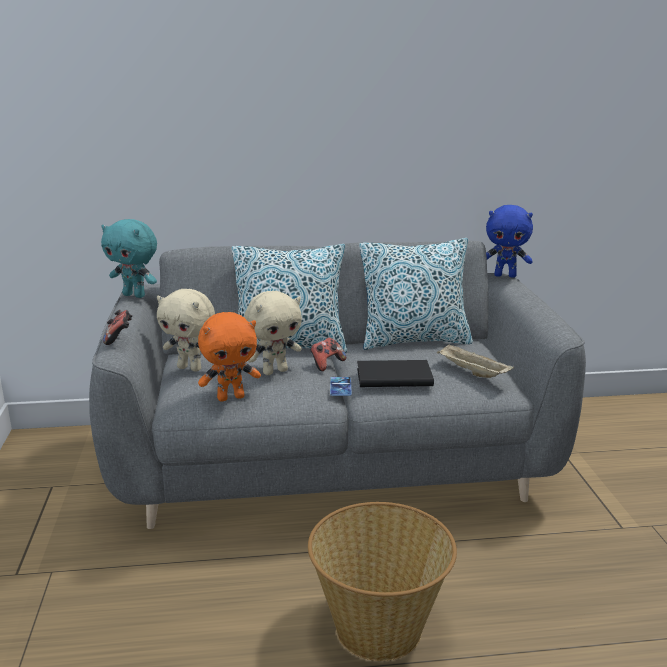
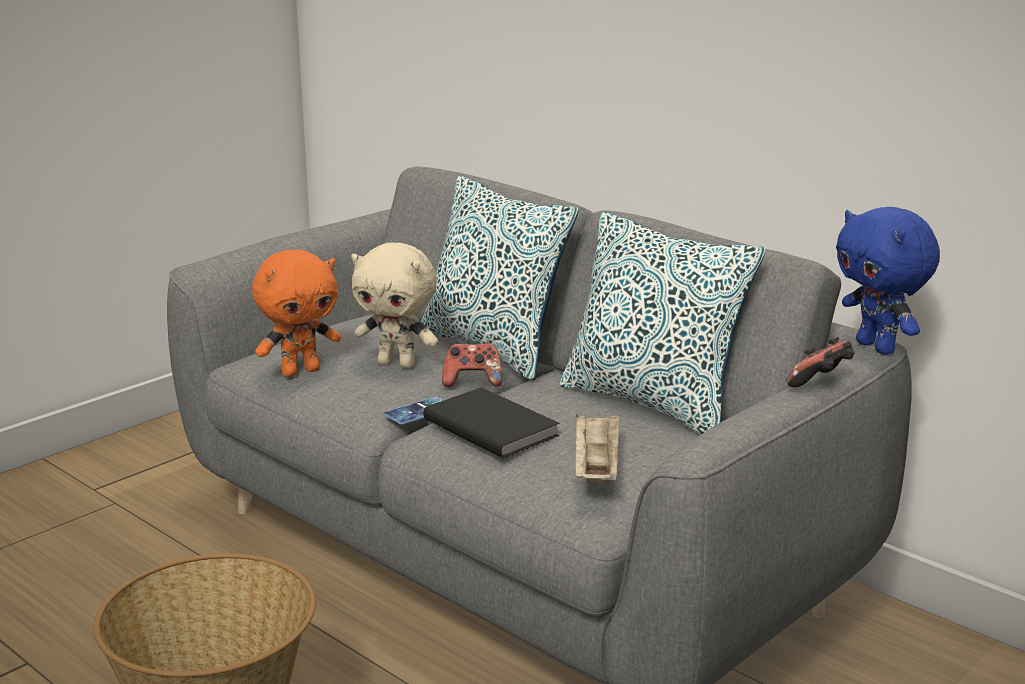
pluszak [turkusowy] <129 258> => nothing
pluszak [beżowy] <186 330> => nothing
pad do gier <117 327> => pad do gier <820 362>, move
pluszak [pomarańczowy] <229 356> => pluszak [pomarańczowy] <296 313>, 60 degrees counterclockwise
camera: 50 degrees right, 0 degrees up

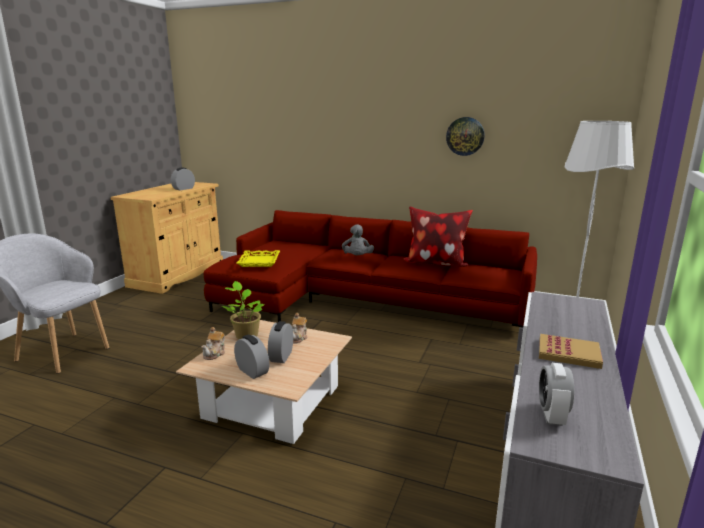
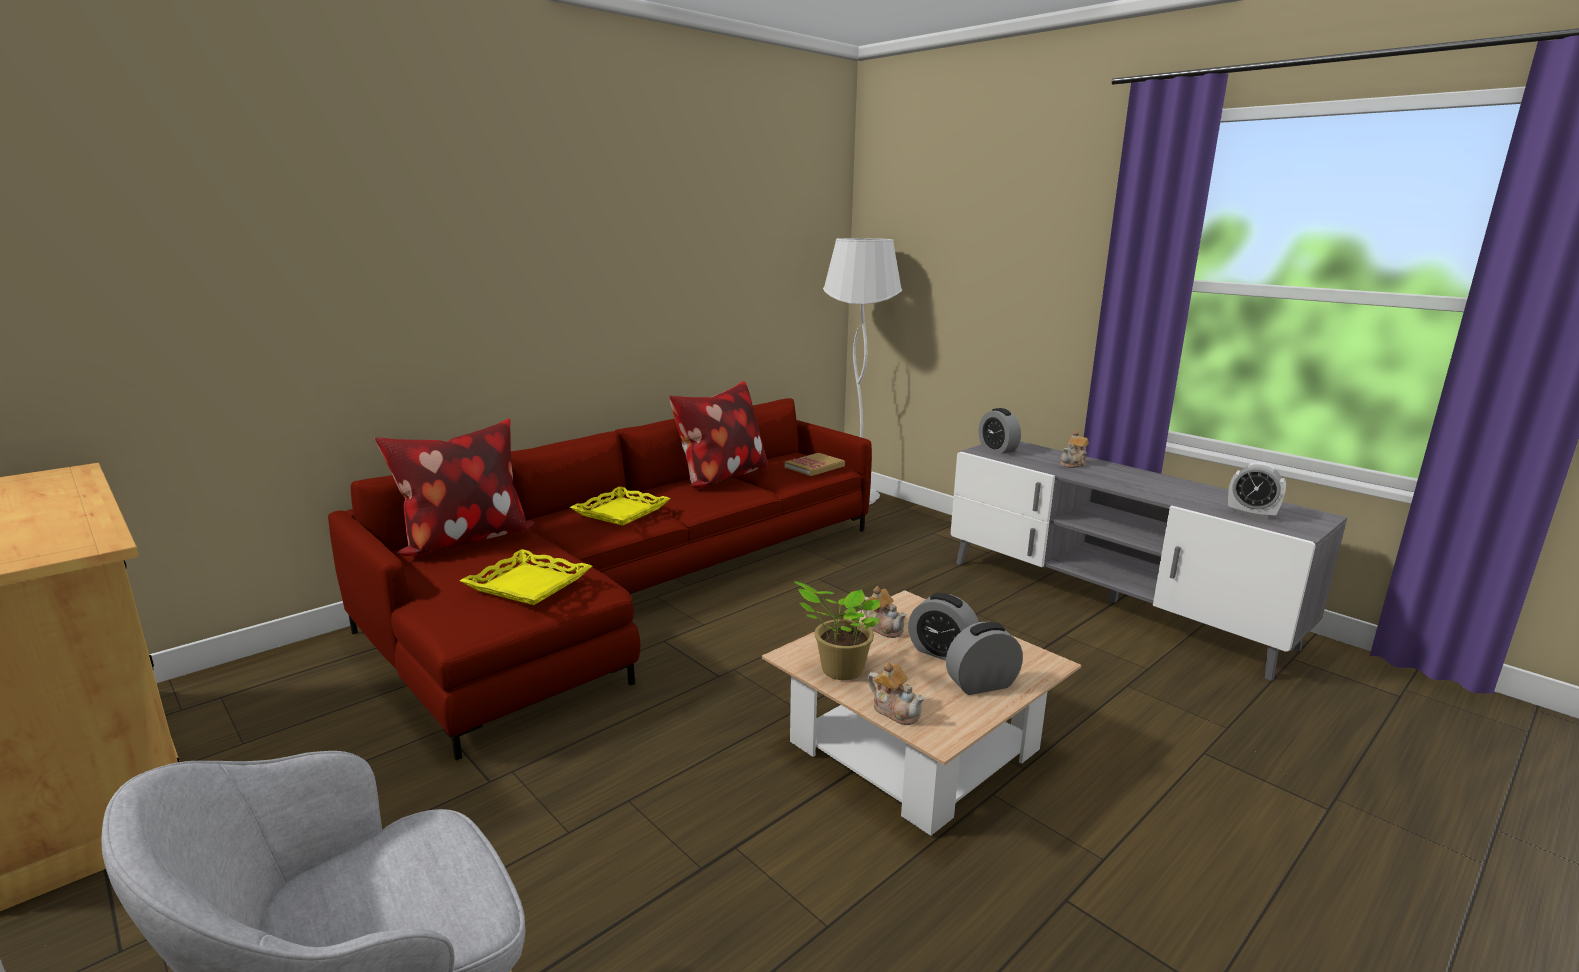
zegar ścienny <465 136> => nothing
nothing => poduszka <454 487>
nothing => imbryk <1074 449>
budzik <183 179> => budzik <1000 431>, move
książka <571 351> => książka <815 464>, move
pluszak [szary] <358 239> => taca [żółty] <620 506>
camera: 65 degrees left, 0 degrees up

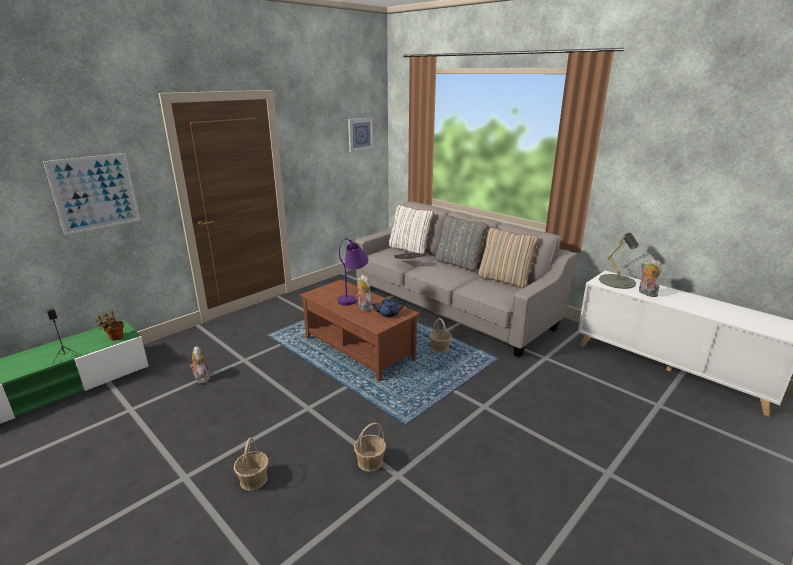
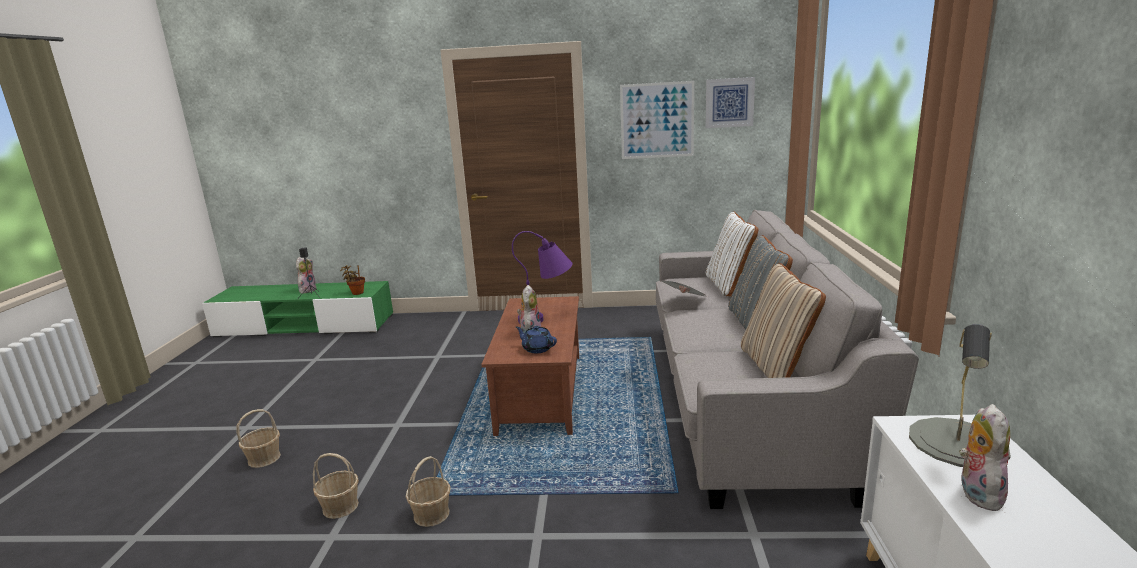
obraz <91 194> => obraz <657 120>, move
pluszak <200 365> => pluszak <306 275>, move
koszyk <440 335> => koszyk <428 491>, move
camera: 50 degrees right, 5 degrees down

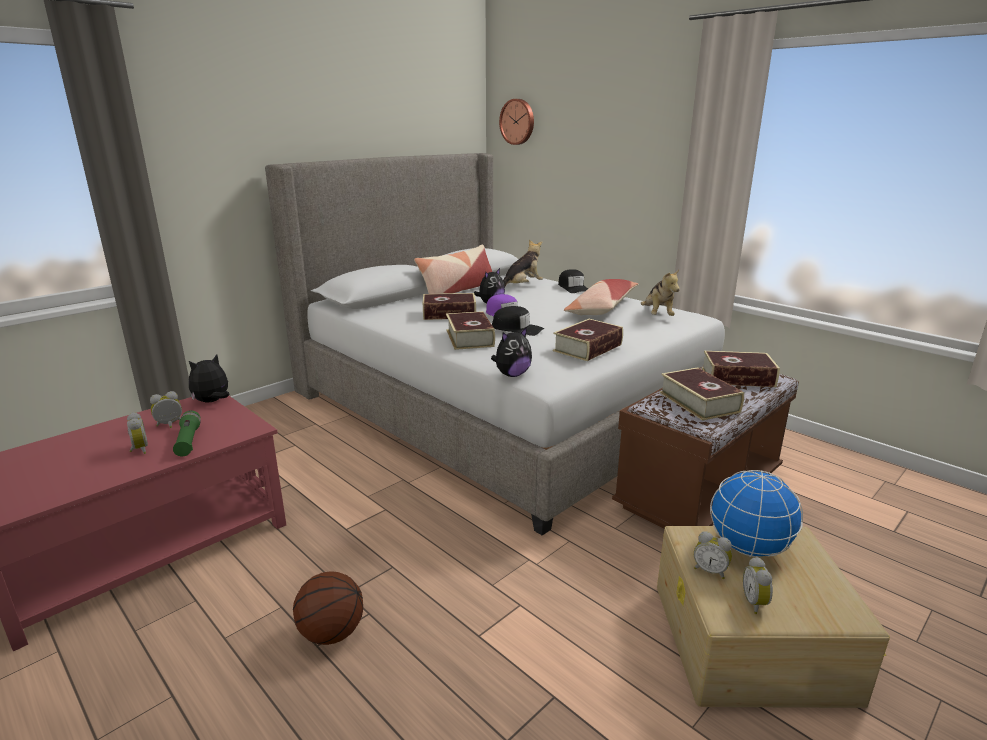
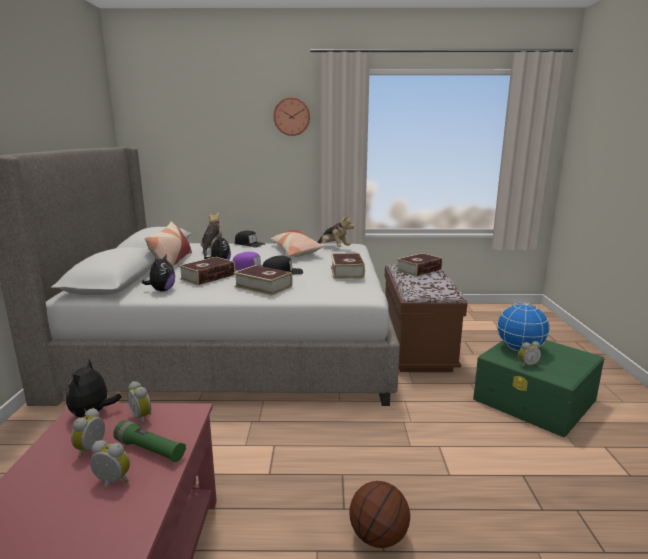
książka <701 394> => nothing
pluszak <511 352> => pluszak <158 272>, move
zegar ścienny <516 122> => zegar ścienny <292 116>, move
budzik <758 585> => budzik <139 402>, move
pojemnik do przechowywania [beżowy] <773 617> => pojemnik do przechowywania [zielony] <538 388>
camera: 45 degrees left, 5 degrees down

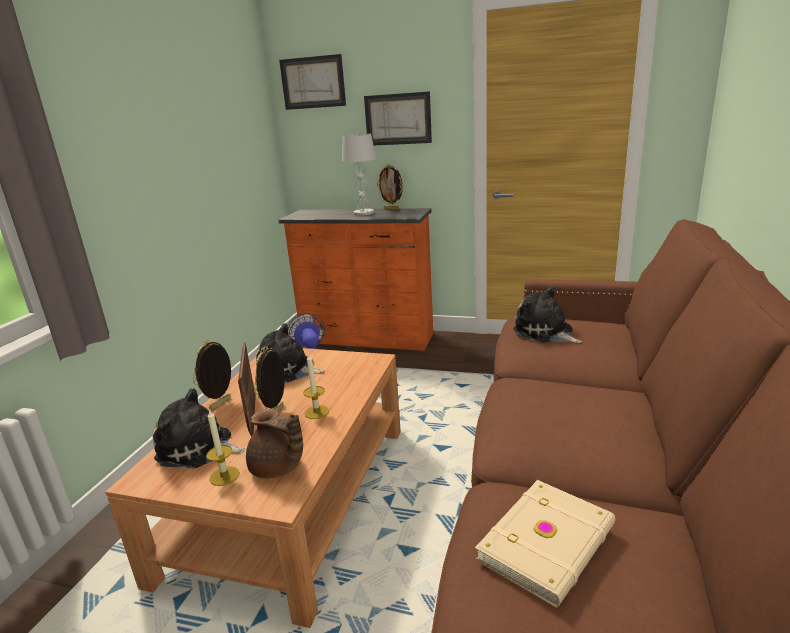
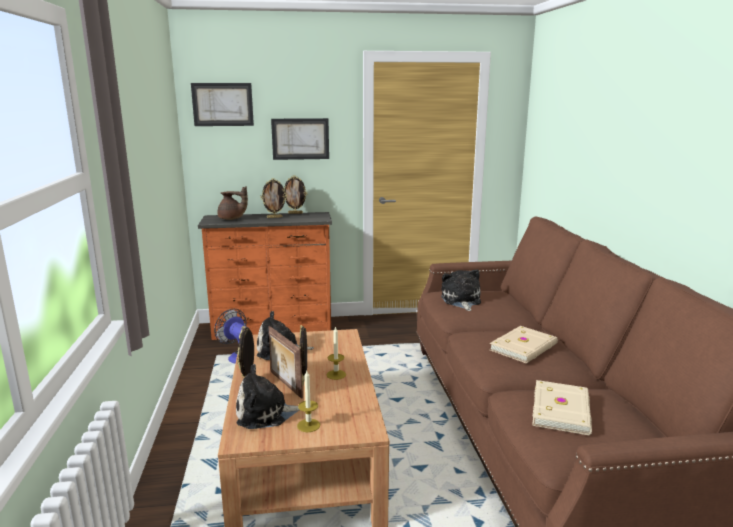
nothing => książka [beżowy] <524 344>
imbryk [brązowy] <274 443> => imbryk [brązowy] <233 203>, move
lampa stołowa [biały] <359 175> => ramka na zdjęcie <274 198>
pluszak <547 314> => pluszak <461 290>, 60 degrees clockwise
camera: 25 degrees left, 5 degrees down

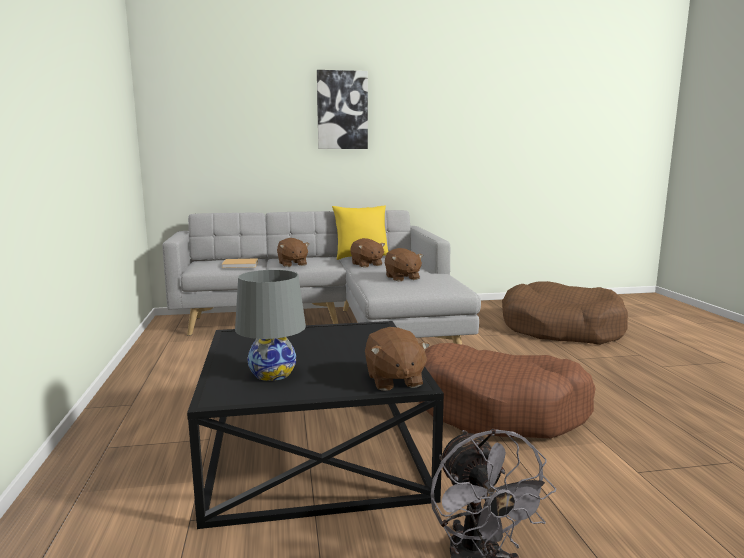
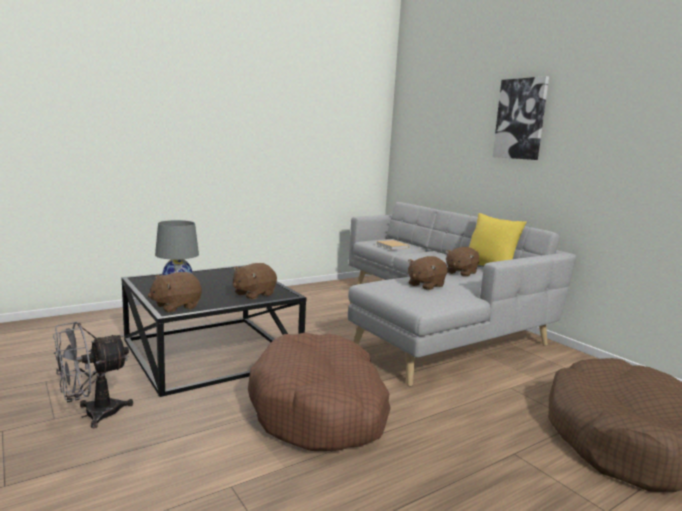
pluszak [brązowy] <293 252> => pluszak [brązowy] <255 281>, move
camera: 65 degrees right, 0 degrees up

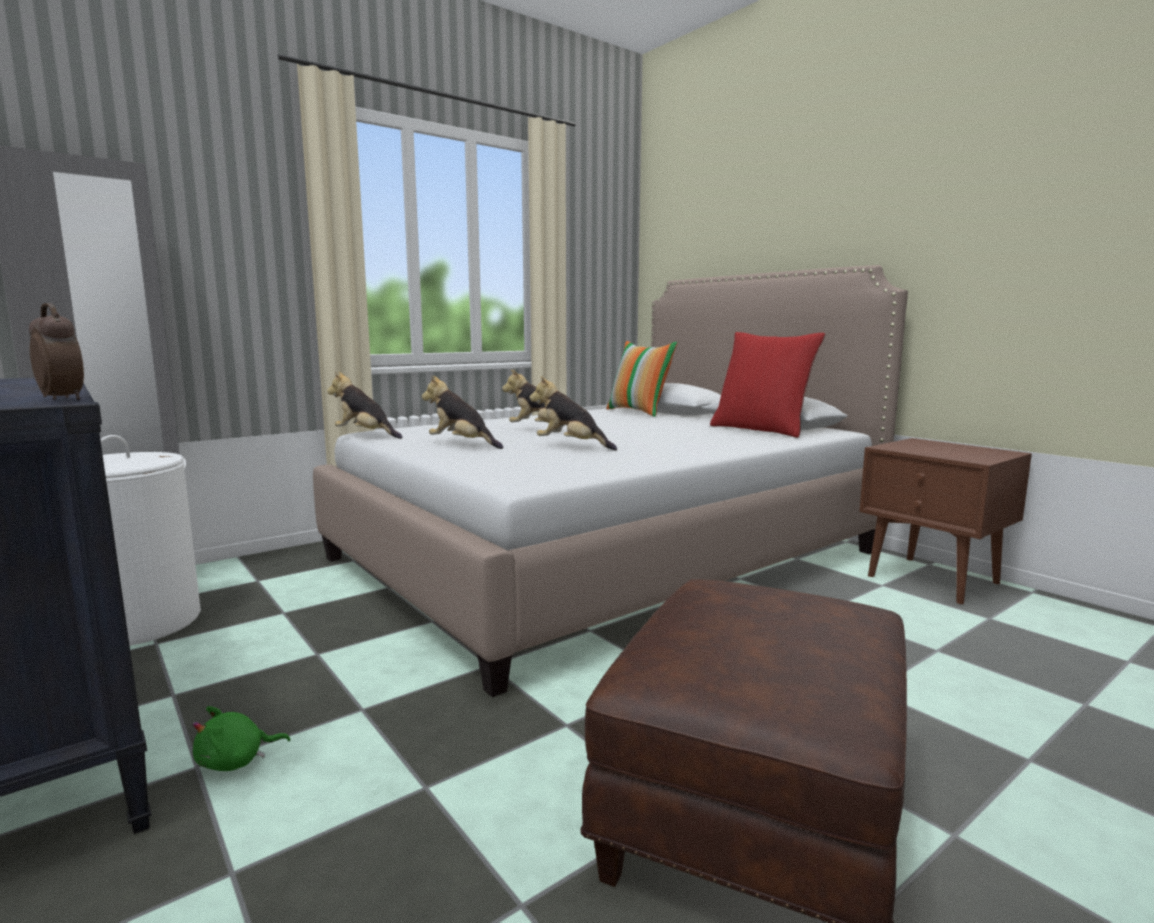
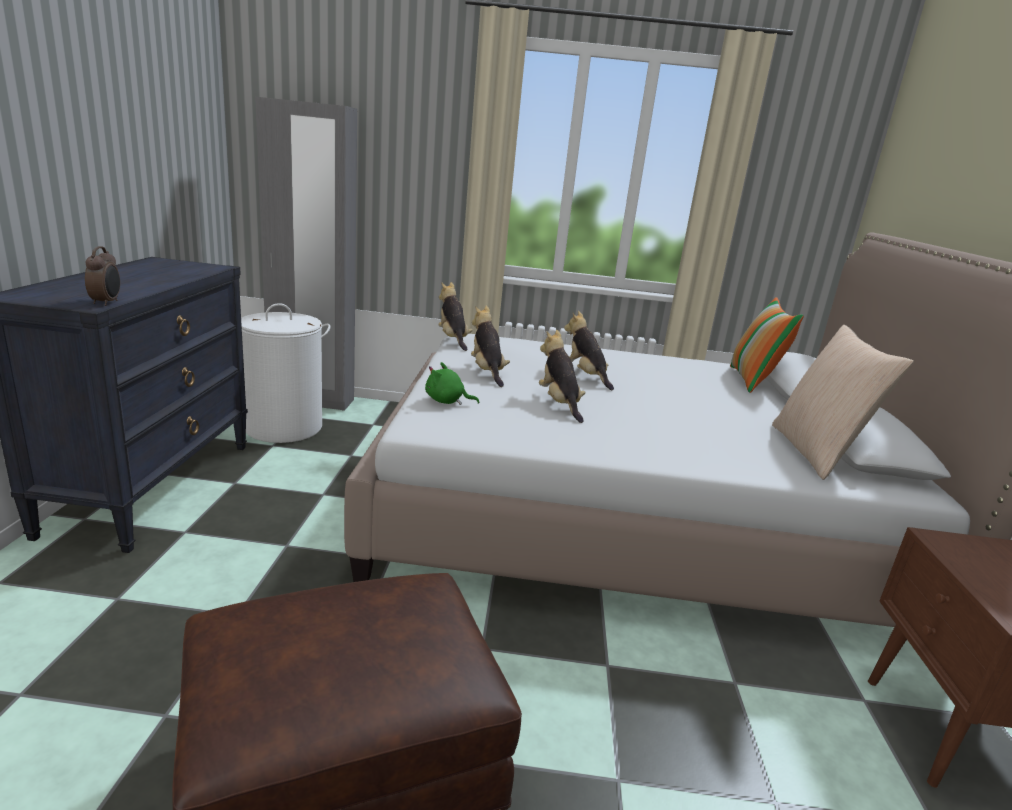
pluszak [zielony] <241 738> => pluszak [zielony] <452 383>, move
poduszka [czerwony] <767 385> => poduszka [beżowy] <843 402>
camera: 40 degrees right, 10 degrees up

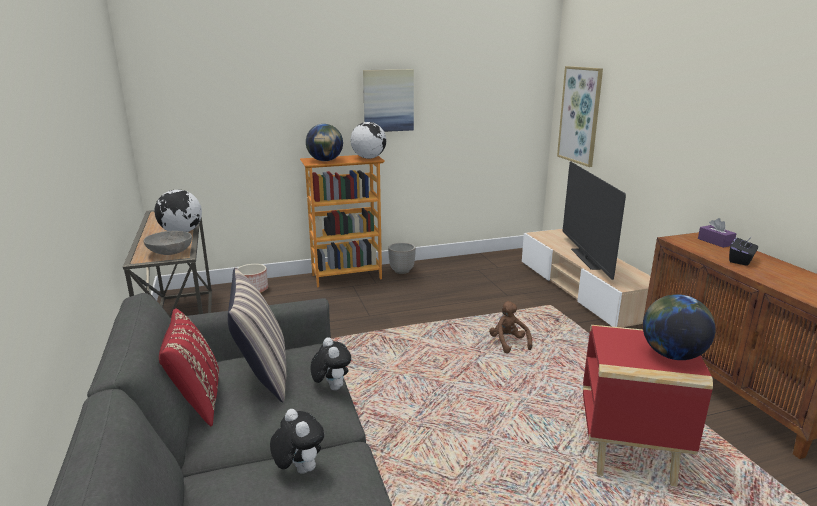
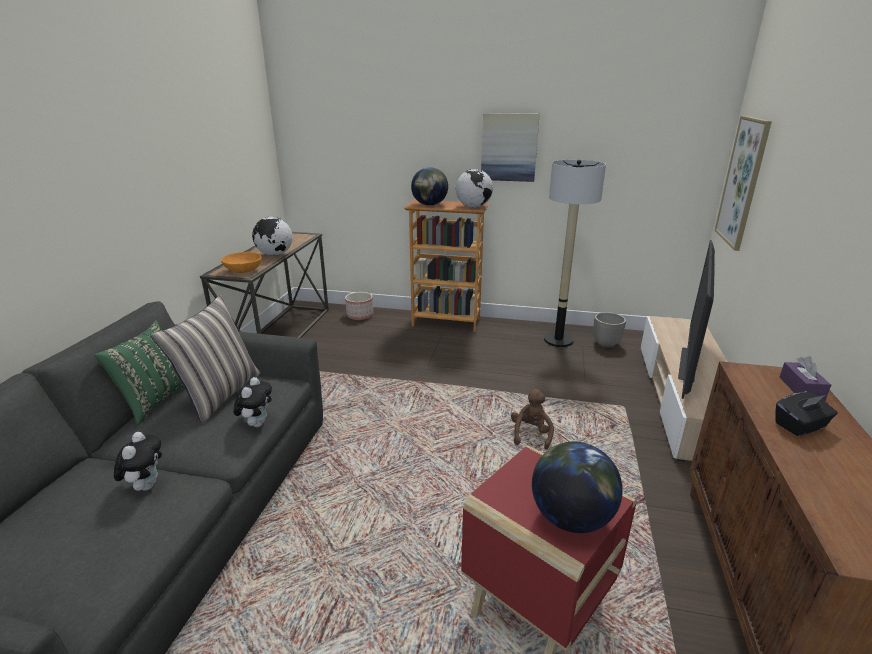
nothing => lampa stojąca <575 253>
donica <402 258> => donica <609 330>, move
miska [szary] <168 243> => miska [pomarańczowy] <241 262>
poduszka [czerwony] <189 367> => poduszka [zielony] <139 372>
camera: 30 degrees right, 5 degrees up

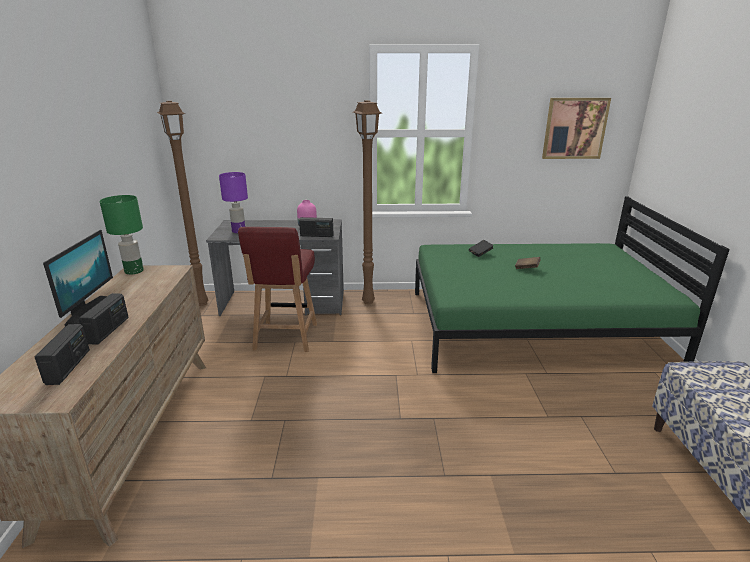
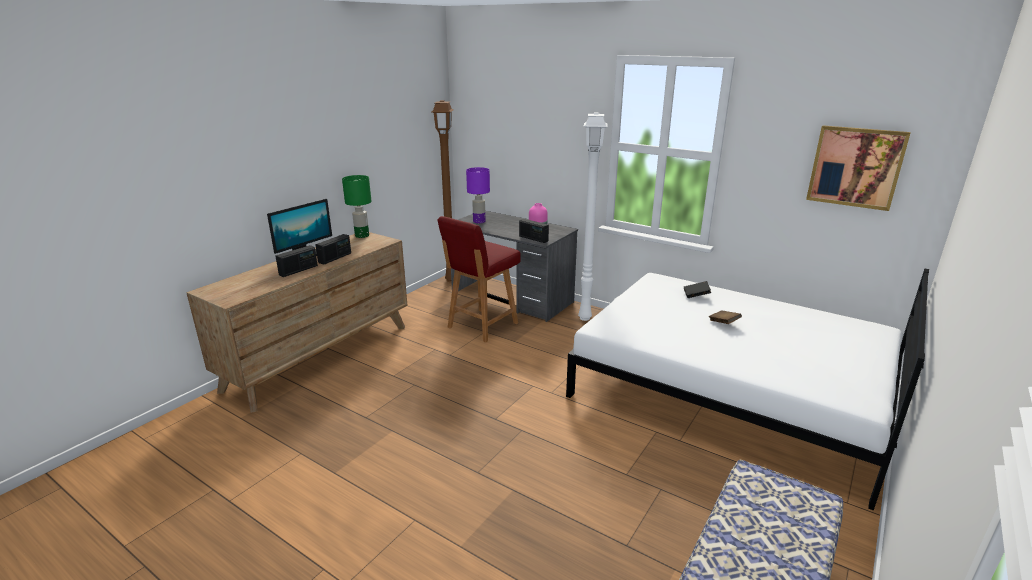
radio <62 354> => radio <333 249>, move
lampa stojąca [brązowy] <367 202> => lampa stojąca [biały] <592 217>
łóżko [zielony] <572 284> => łóżko [biały] <747 389>
camera: 35 degrees right, 0 degrees up

